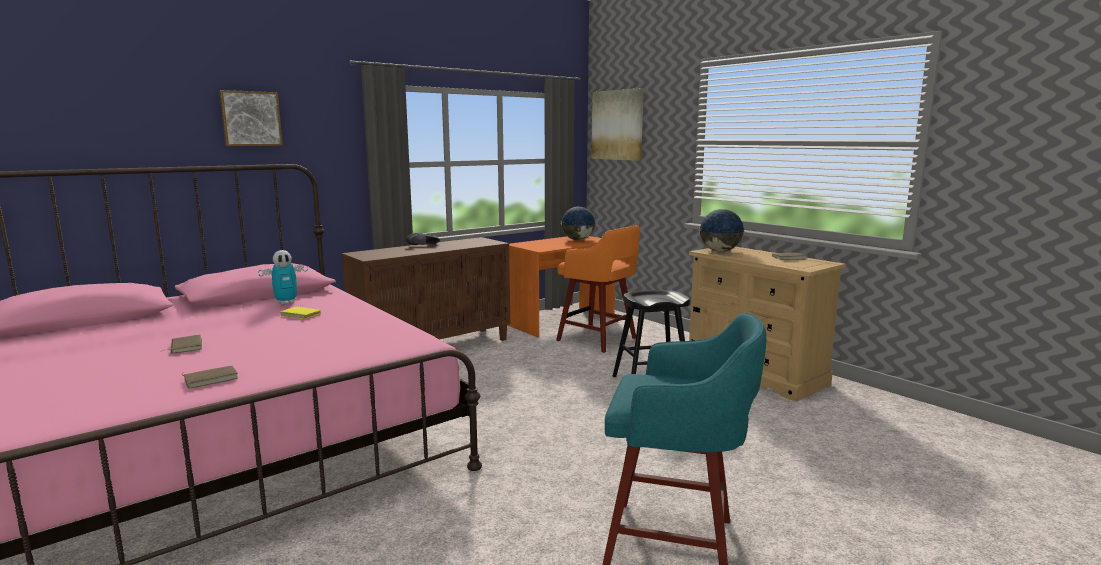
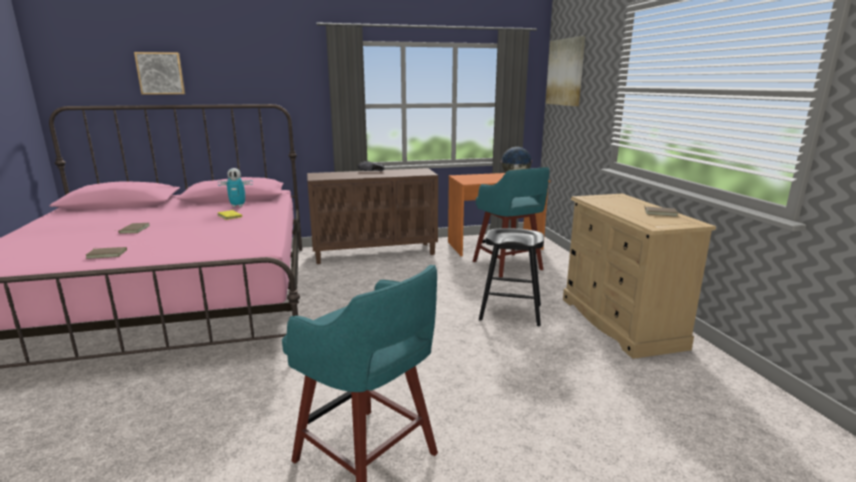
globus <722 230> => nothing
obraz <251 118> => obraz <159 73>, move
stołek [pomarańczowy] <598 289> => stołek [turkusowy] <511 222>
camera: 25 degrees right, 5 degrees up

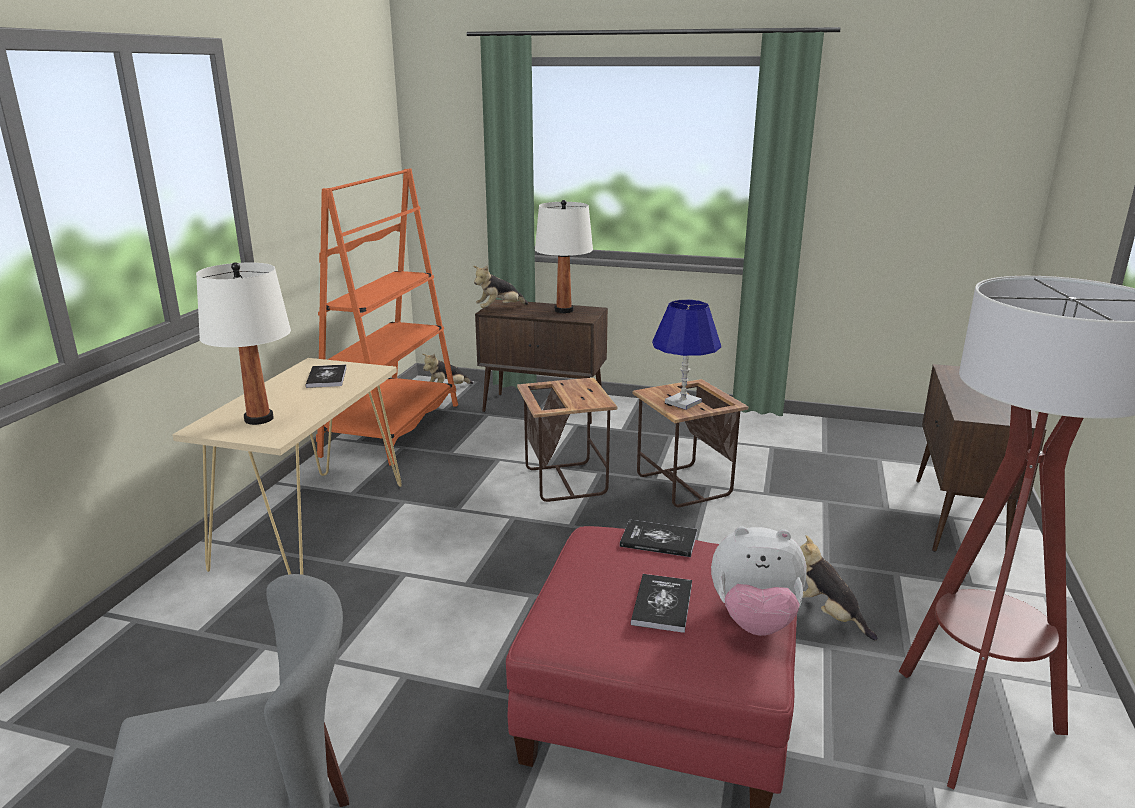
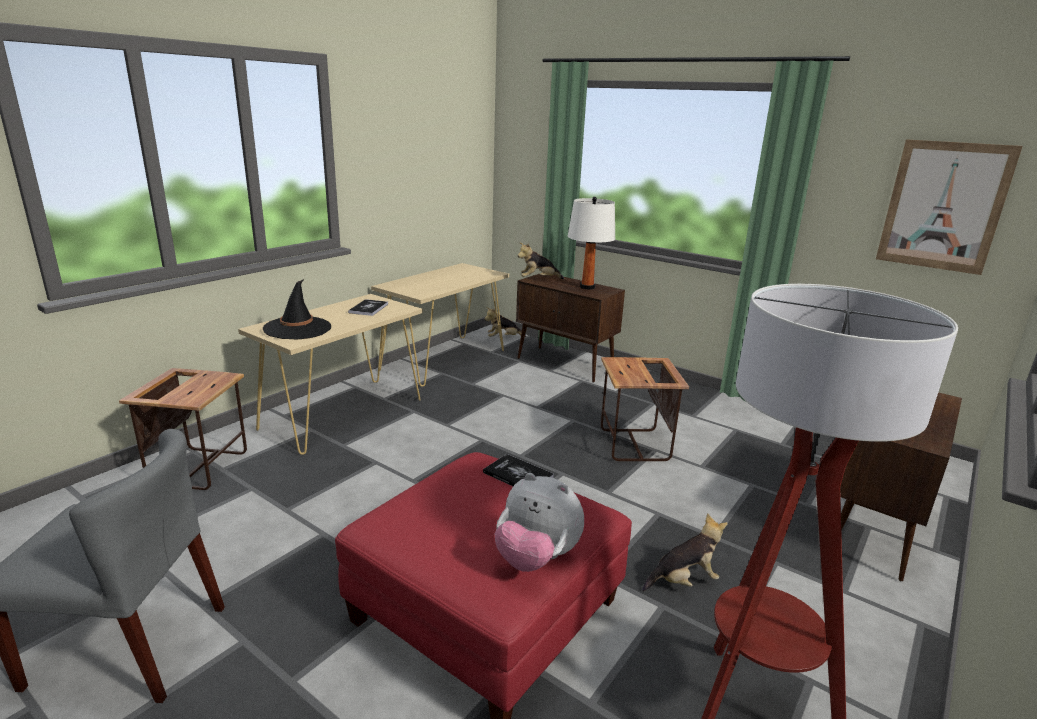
książka <661 603> => nothing
lampa stołowa [niebieski] <686 355> => nothing
nothing => obraz <949 207>
stolik <567 440> => stolik <183 429>, move
lampa stołowa [biały] <243 343> => kapelusz [czarny] <297 309>
regał [pomarańczowy] <387 316> => stolik konsolowy [beżowy] <440 325>
pluszak <839 588> => pluszak <685 552>, 90 degrees clockwise
camera: 20 degrees right, 0 degrees up

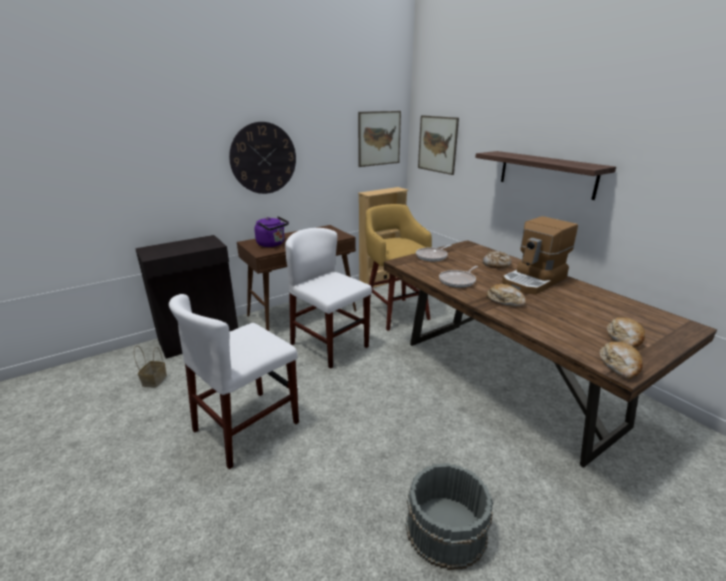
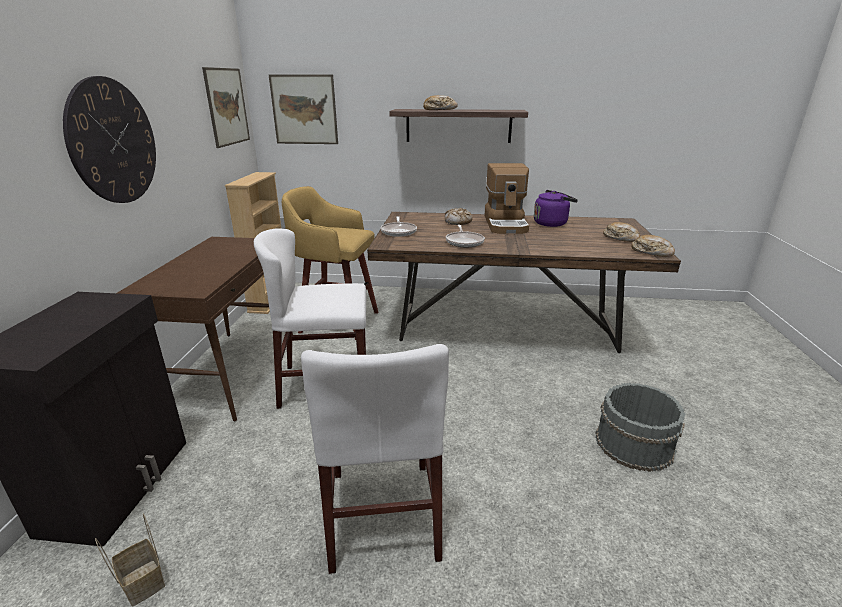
czajnik [fioletowy] <271 231> => czajnik [fioletowy] <556 208>, move
chleb <506 295> => chleb <440 102>, move
camera: 50 degrees left, 0 degrees up

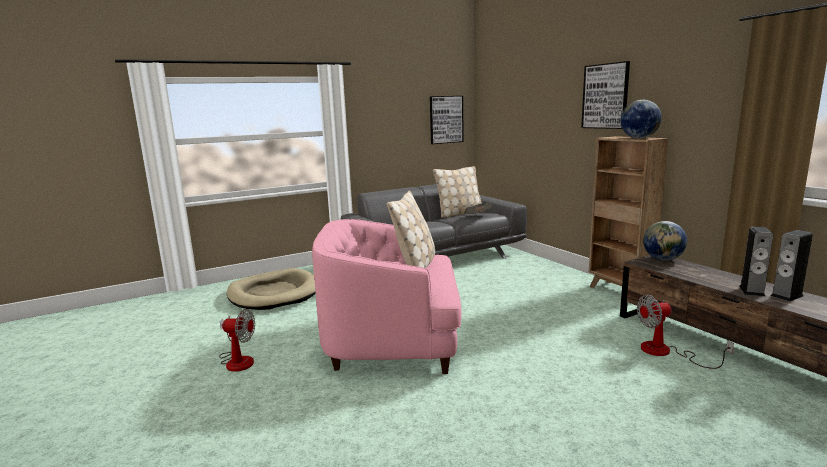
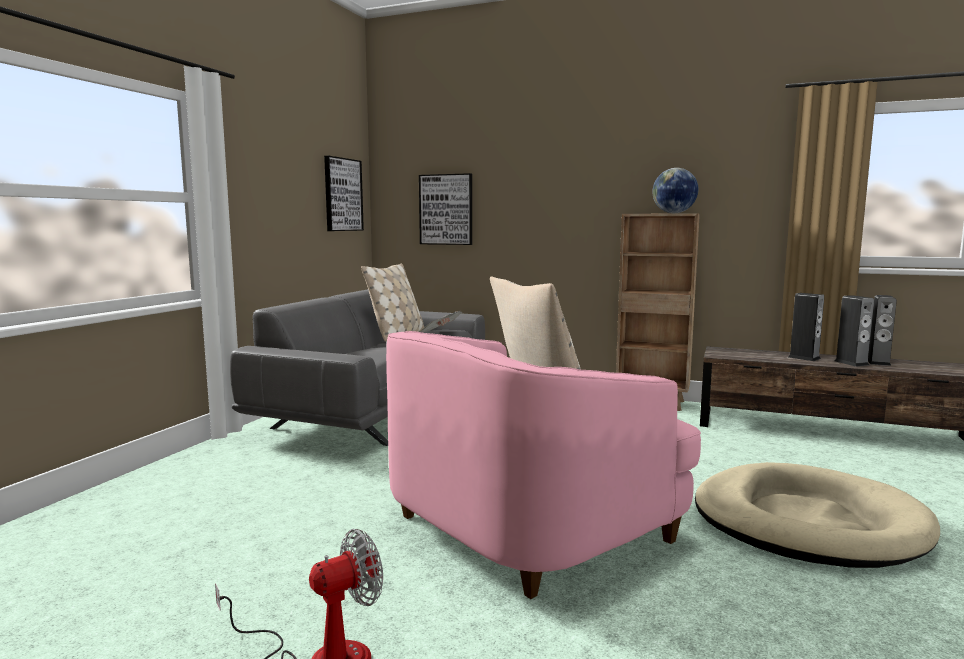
wentylator <685 332> => nothing
globus <665 241> => nothing
nothing => głośnik <806 327>
legowisko [beżowy] <271 289> => legowisko [beżowy] <817 515>, move
obraz <605 95> => obraz <445 209>, move
camera: 40 degrees left, 5 degrees down

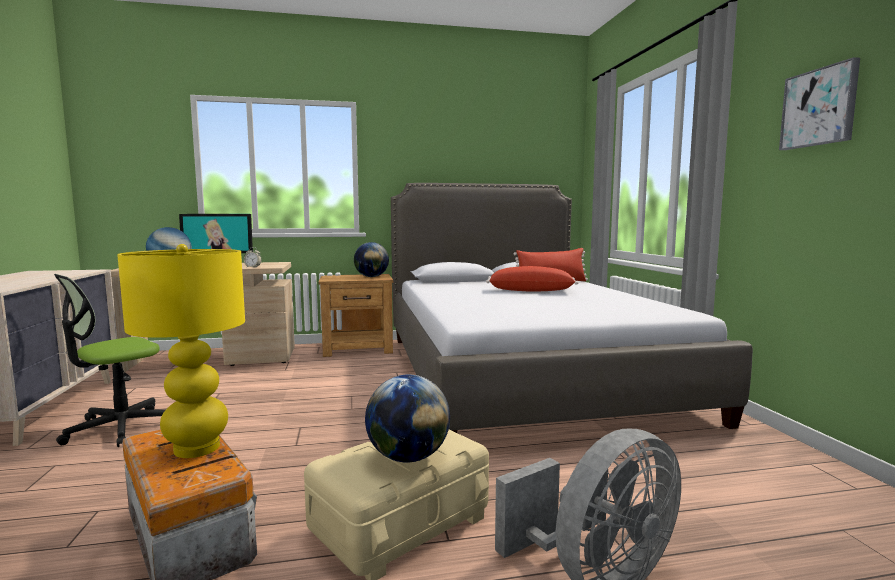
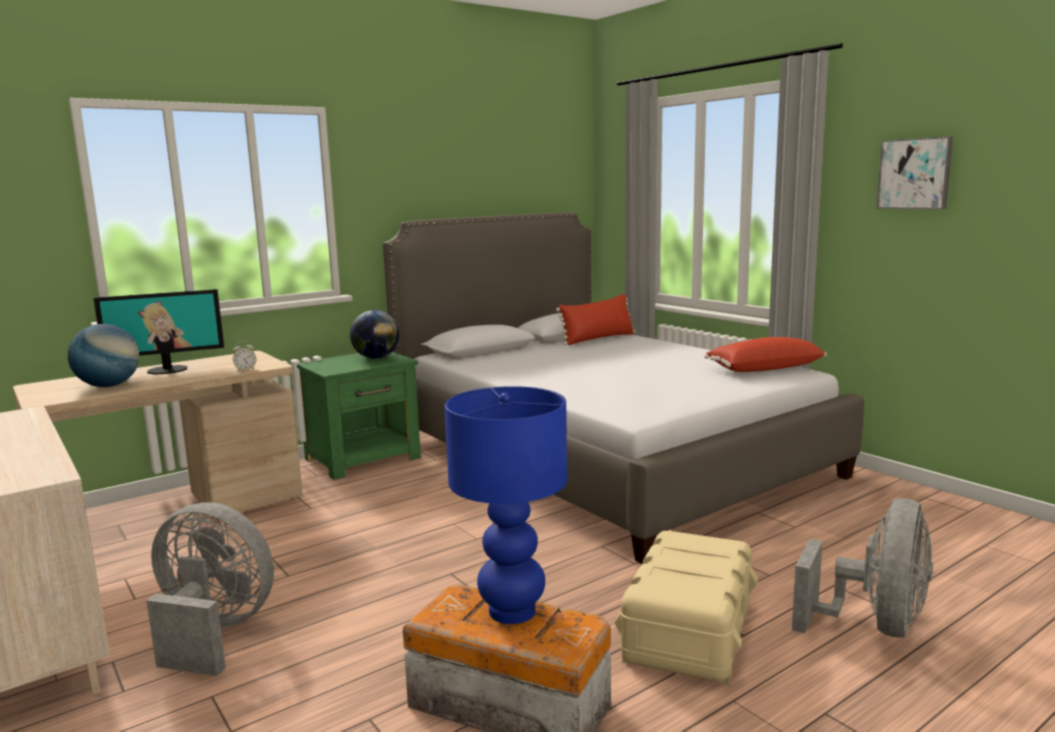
globus <407 418> => nothing
poduszka [czerwony] <532 279> => poduszka [czerwony] <765 354>, move
krzesło biurowe <109 360> => wentylator [szary] <210 589>
lampa stołowa [żółty] <181 351> => lampa stołowa [niebieski] <505 505>
szafka nocna [brązowy] <356 315> => szafka nocna [zielony] <359 416>
camera: 25 degrees left, 5 degrees up

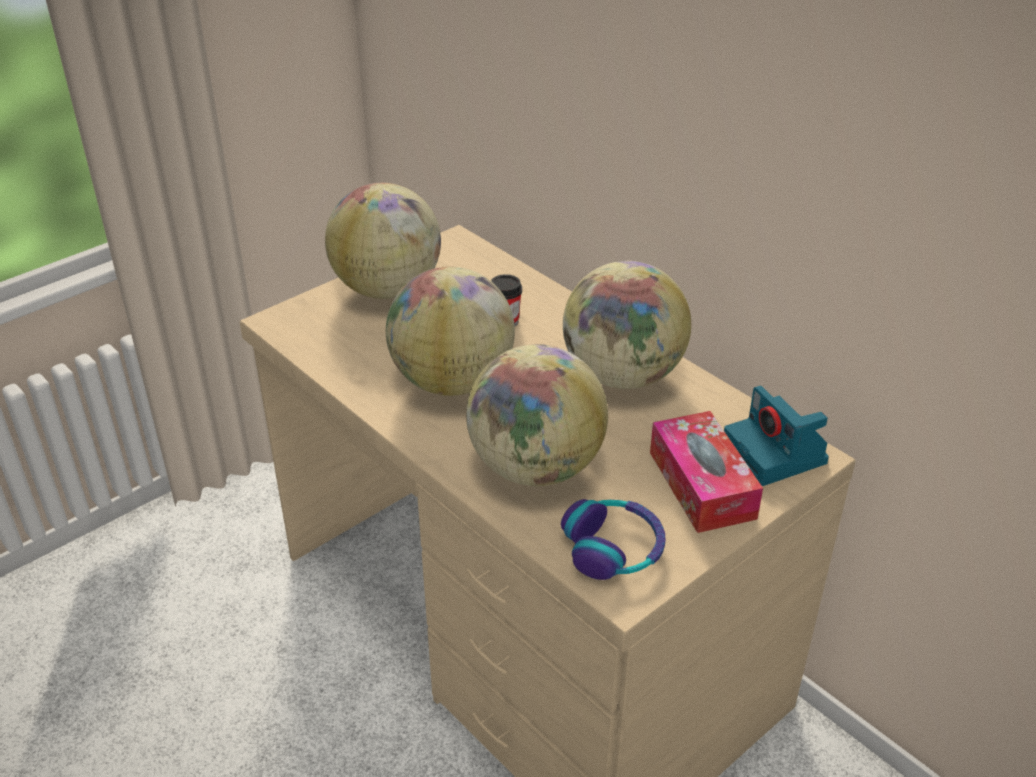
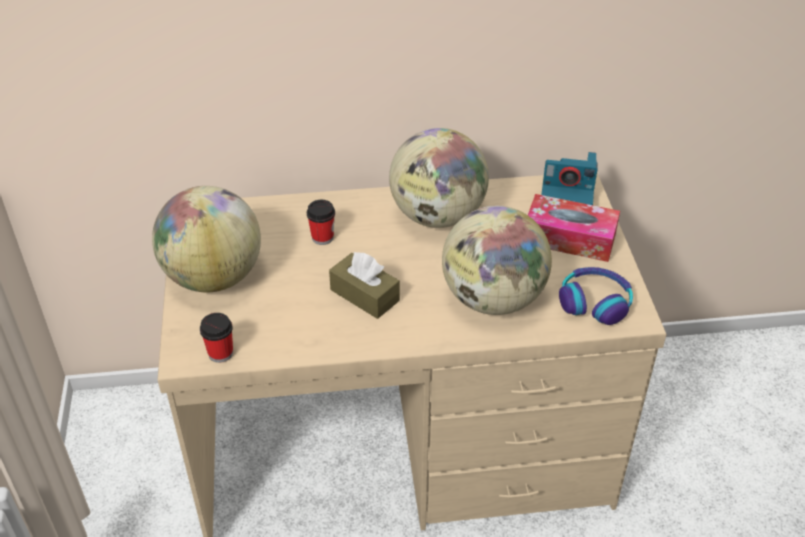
nothing => filiżanka <216 338>
globus <450 331> => pudełko chusteczek [brązowy] <364 285>
camera: 55 degrees left, 5 degrees up

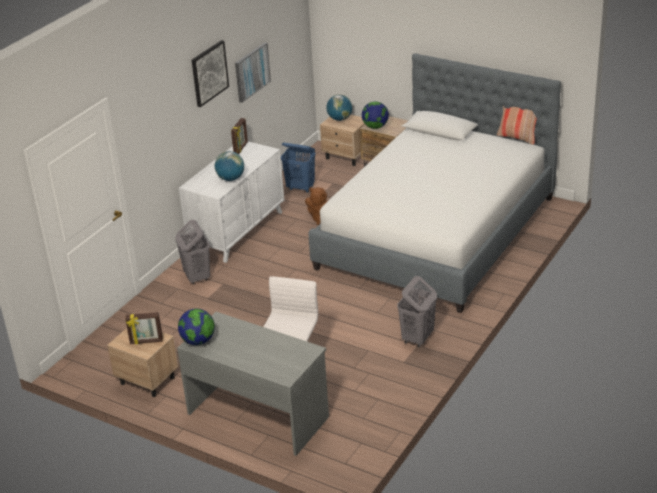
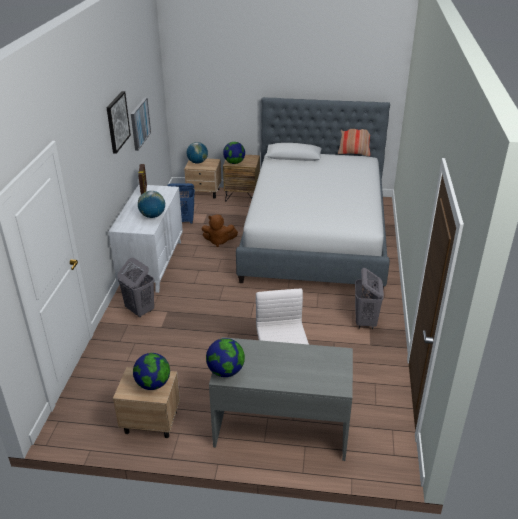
ramka na zdjęcie <144 328> => globus <151 371>
camera: 25 degrees left, 0 degrees up

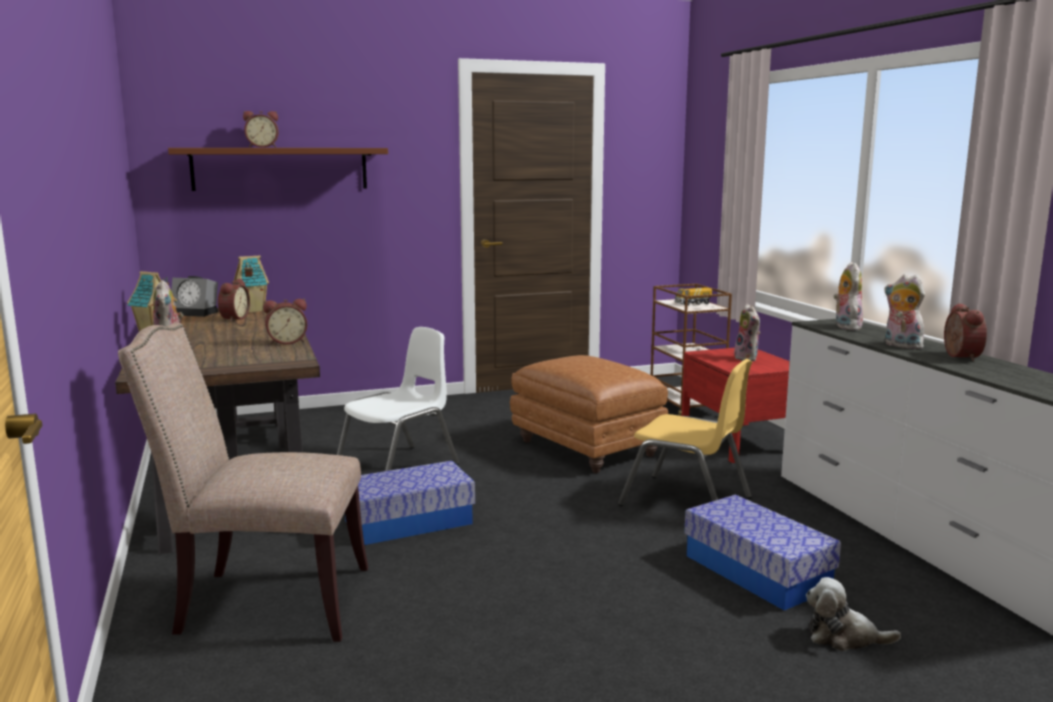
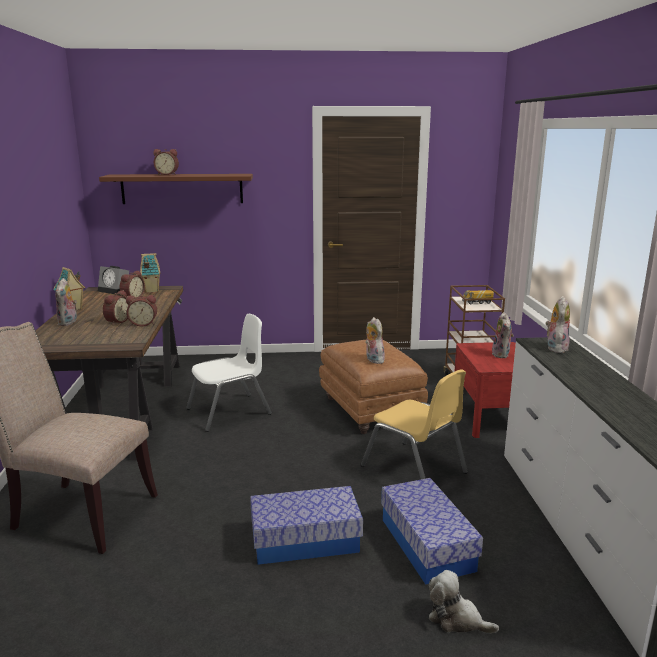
pojemnik do przechowywania <410 503> => pojemnik do przechowywania <306 525>, move
pluszak <904 311> => pluszak <375 340>, move
budzik <965 332> => budzik <116 307>, move
camera: 15 degrees right, 5 degrees up

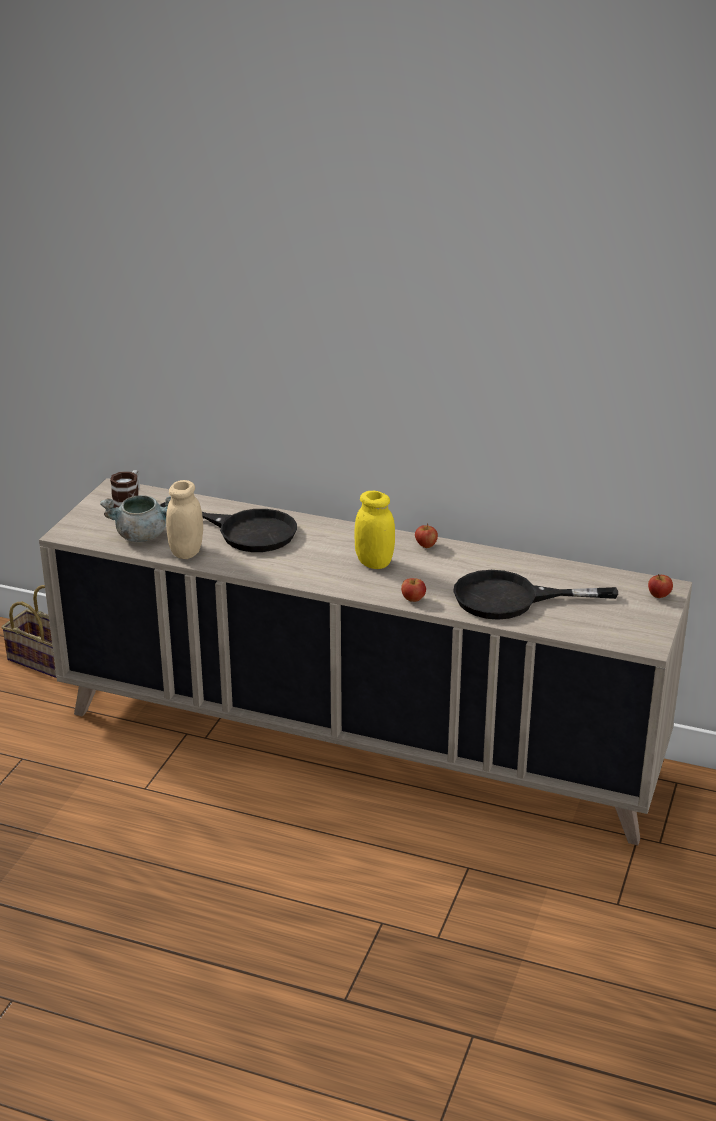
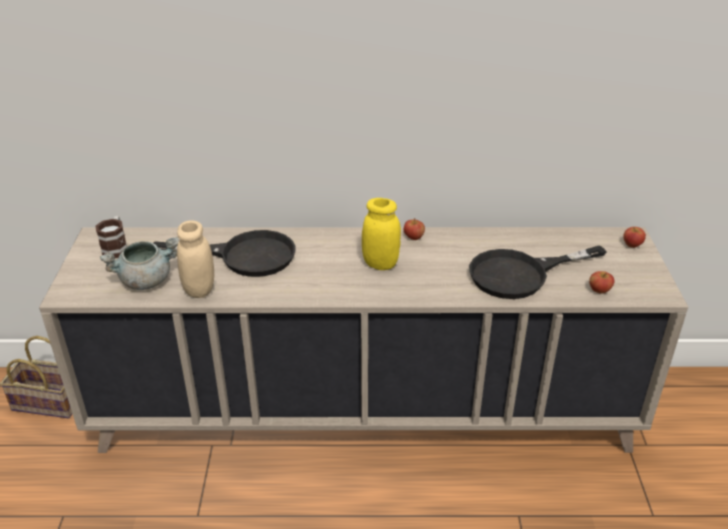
jabłko <413 590> => jabłko <601 282>, move
camera: 20 degrees left, 5 degrees up

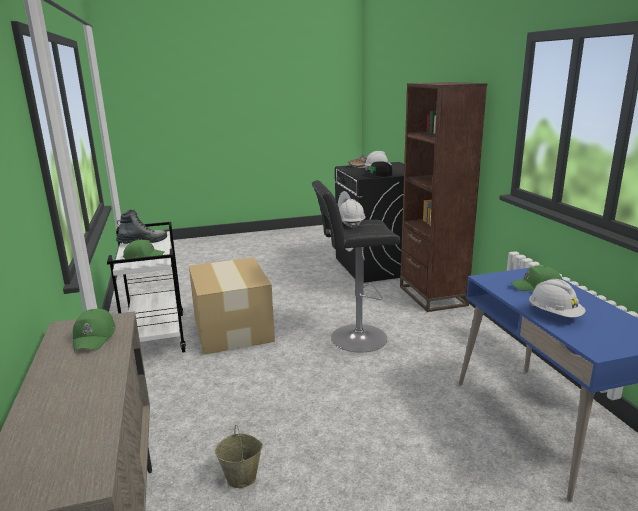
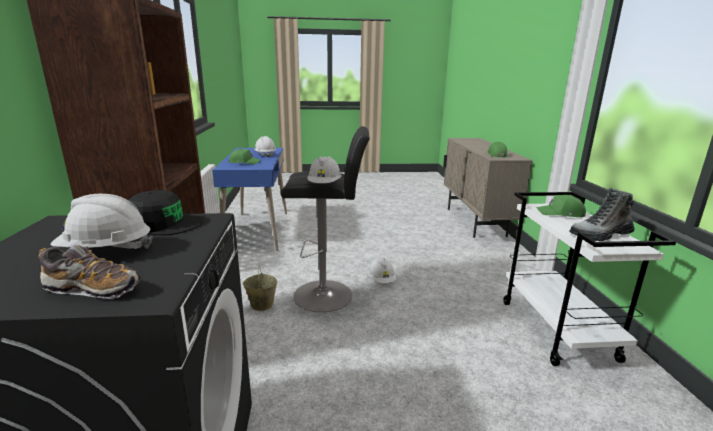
karton <232 306> => nothing
nothing => kask [biały] <382 270>
wiadro [beżowy] <239 456> => wiadro [beżowy] <260 288>, move
camera: 170 degrees left, 0 degrees up

